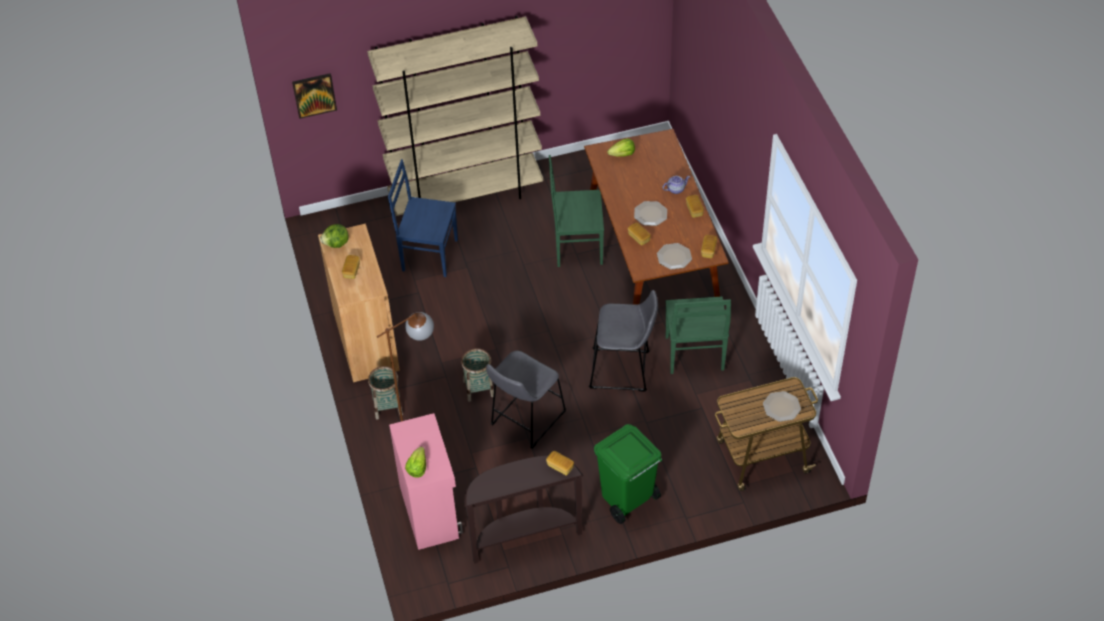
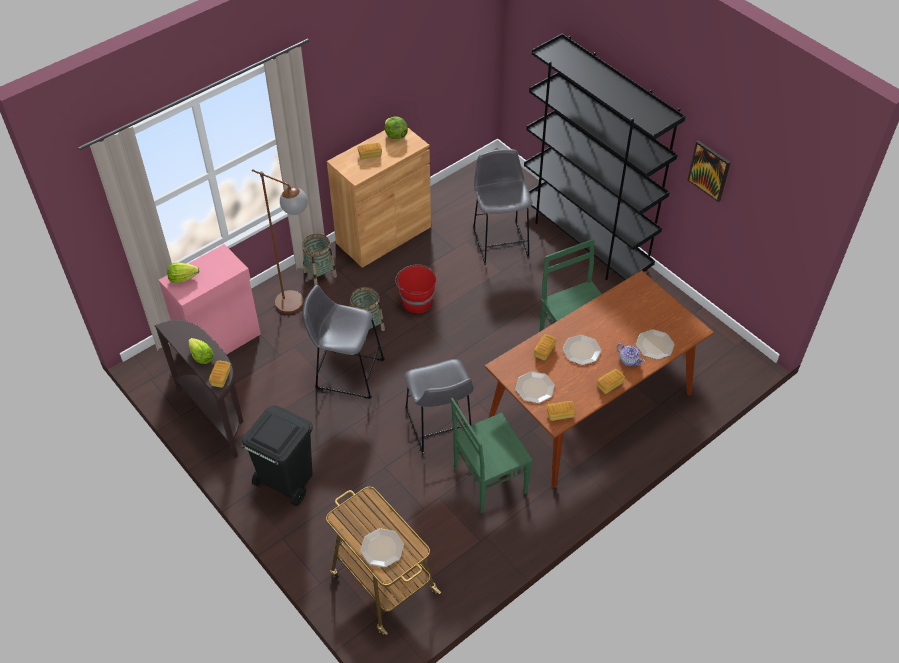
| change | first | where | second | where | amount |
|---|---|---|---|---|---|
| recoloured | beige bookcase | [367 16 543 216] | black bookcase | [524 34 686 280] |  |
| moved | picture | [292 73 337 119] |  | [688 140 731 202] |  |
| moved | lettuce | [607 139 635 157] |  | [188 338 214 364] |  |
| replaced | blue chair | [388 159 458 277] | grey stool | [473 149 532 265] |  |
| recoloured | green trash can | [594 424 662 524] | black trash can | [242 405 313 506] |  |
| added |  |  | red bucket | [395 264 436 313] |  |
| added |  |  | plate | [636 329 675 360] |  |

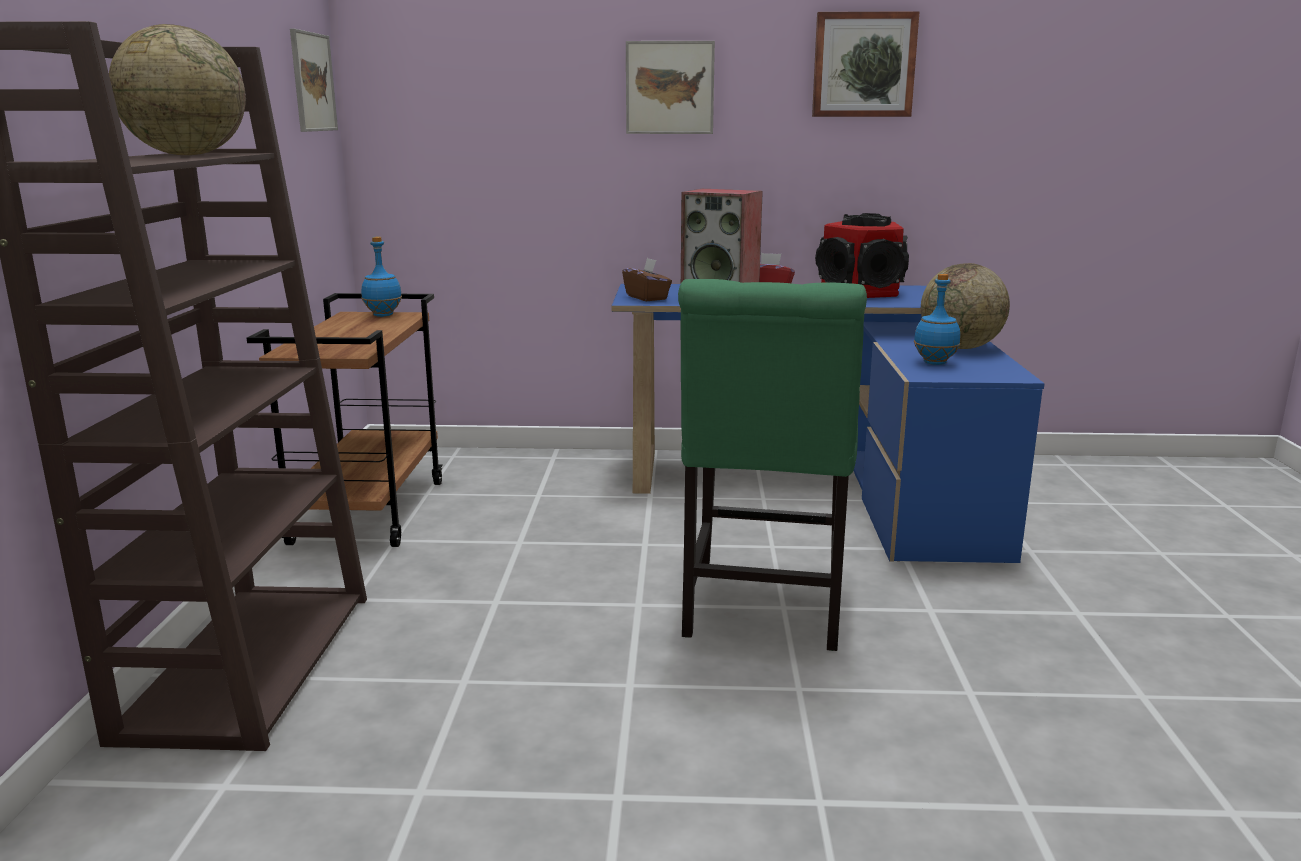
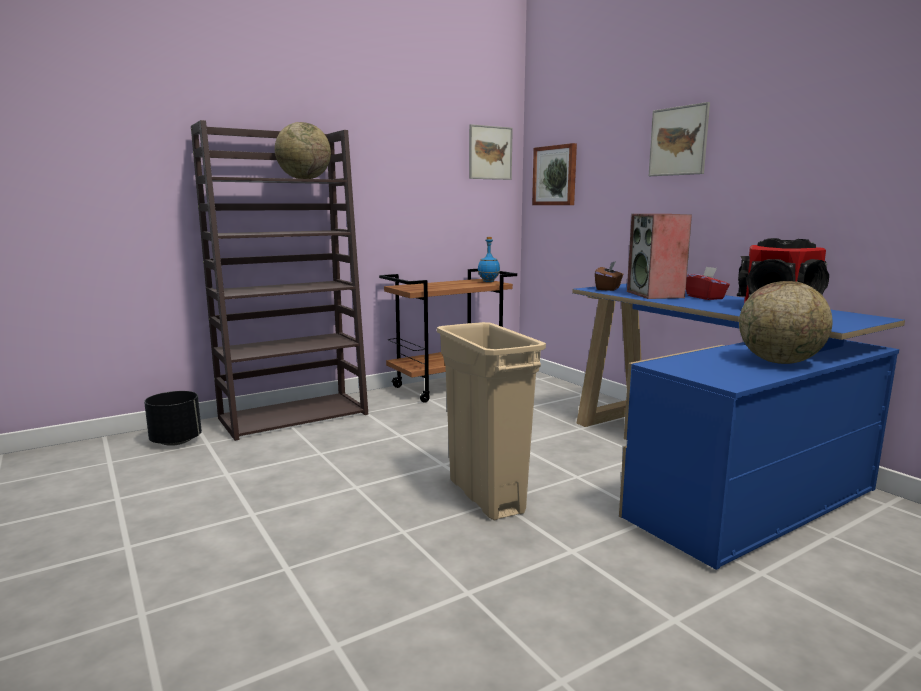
| change | first | where | second | where | amount |
|---|---|---|---|---|---|
| moved | picture | [812 11 920 117] |  | [532 143 577 205] |  |
| removed | blue bottle | [914 274 960 365] |  |  |  |
| replaced | green chair | [678 279 867 651] | beige trash can | [437 322 546 520] |  |
| added |  |  | black planter | [144 391 202 446] |  |

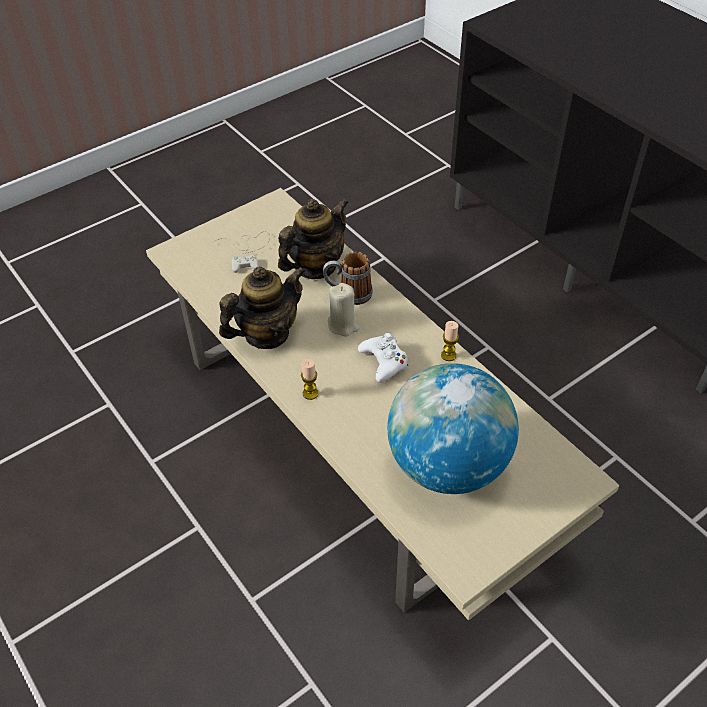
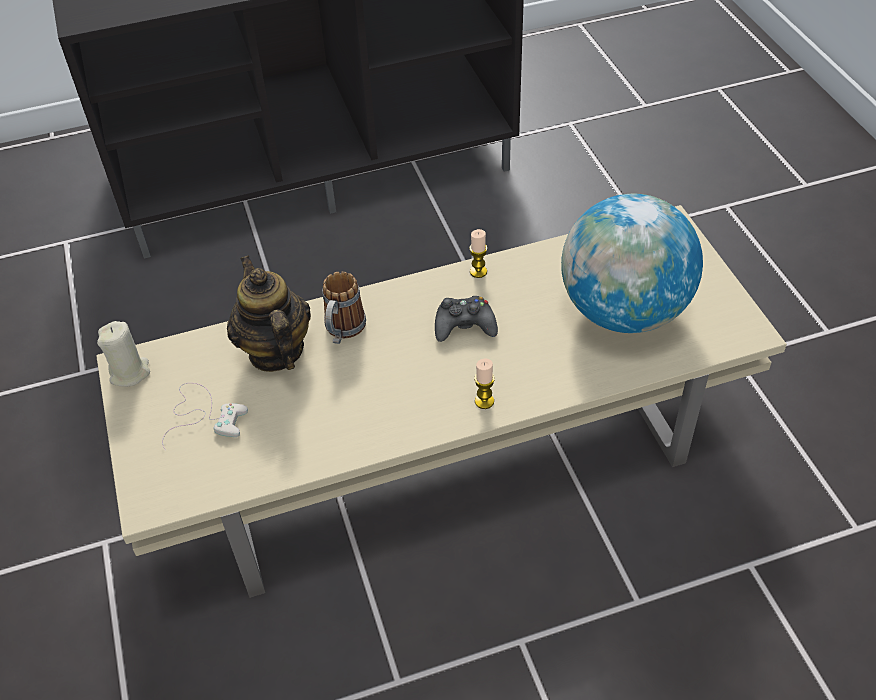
| change | first | where | second | where | amount |
|---|---|---|---|---|---|
| removed | teapot | [219 266 306 349] |  |  |  |
| moved | beige candle | [328 283 360 337] |  | [97 321 150 387] |  |
| recoloured | white game controller | [358 333 408 383] | black game controller | [435 296 498 342] |  |

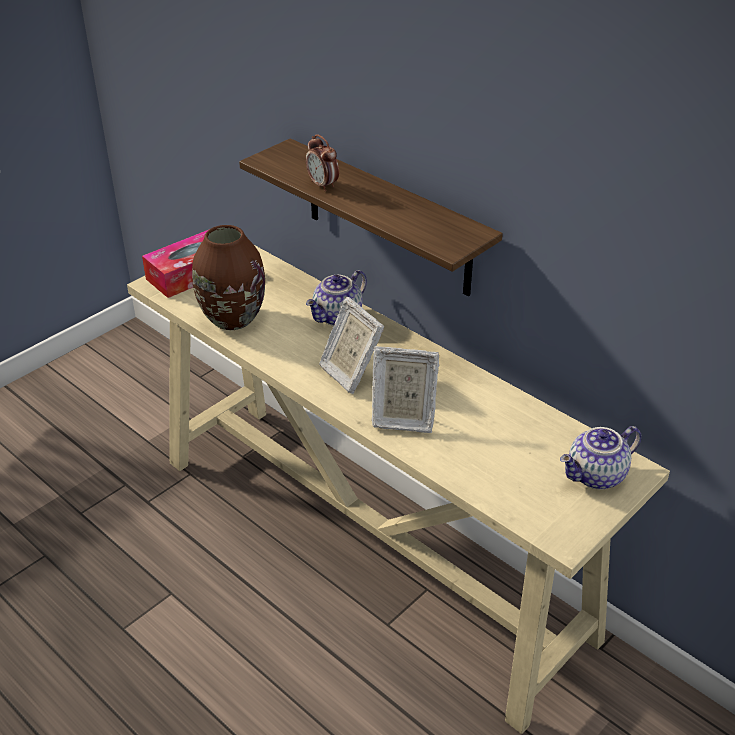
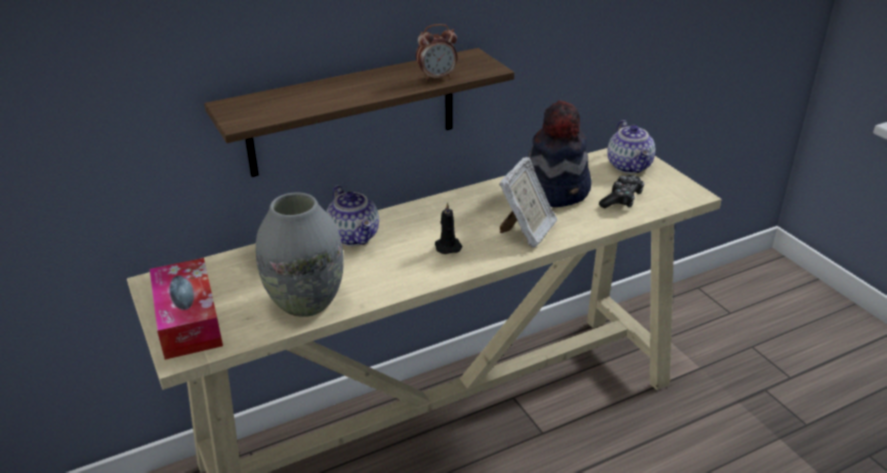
| change | first | where | second | where | amount |
|---|---|---|---|---|---|
| moved | alarm clock | [306 134 339 192] |  | [416 24 457 81] |  |
| recoloured | brown vase | [192 225 265 330] | grey vase | [256 192 344 317] |  |
| replaced | picture frame | [319 297 385 394] | black candle | [435 202 462 254] |  |
| added |  |  | hat | [528 100 592 207] |  |
| added |  |  | game controller | [599 175 644 208] |  |

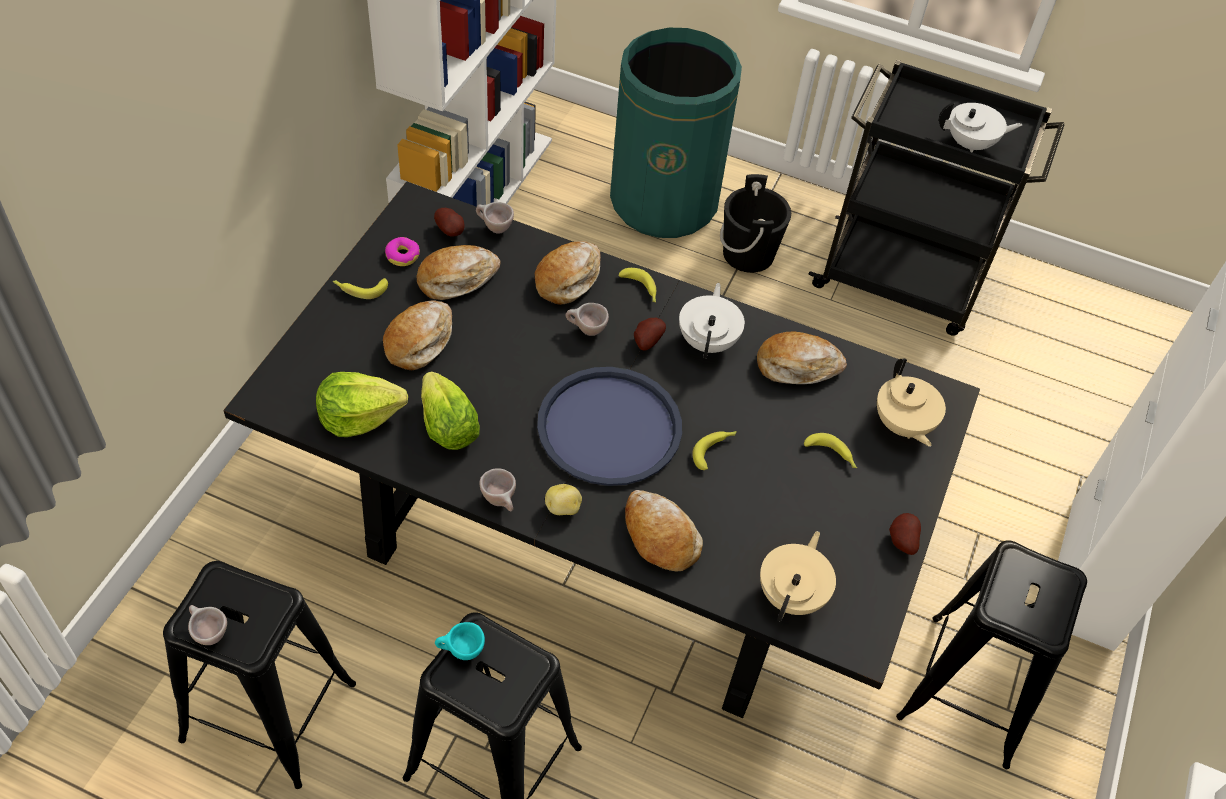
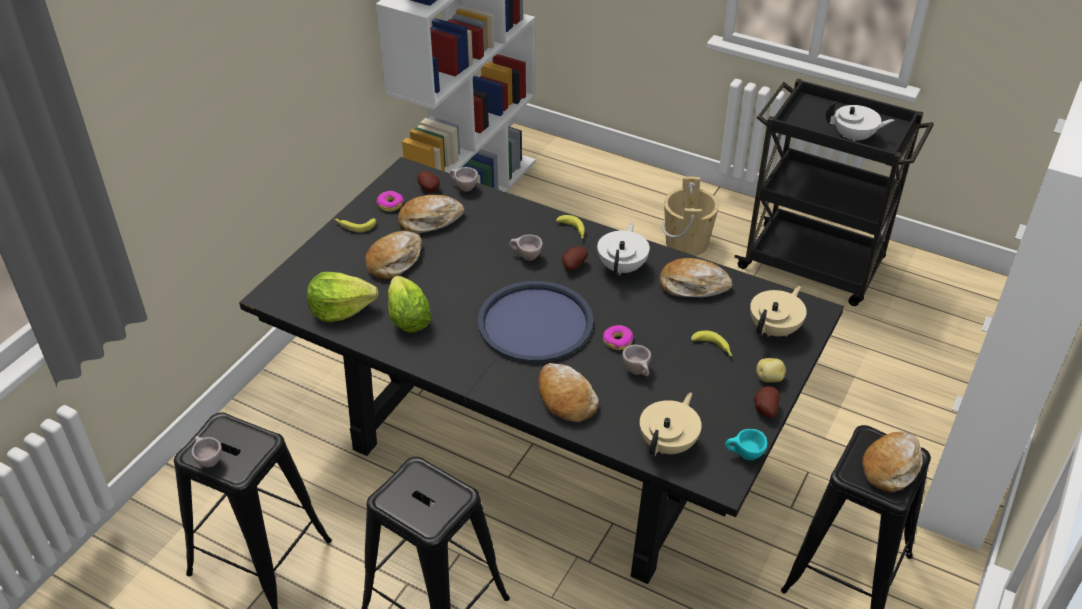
| change | first | where | second | where | amount |
|---|---|---|---|---|---|
| removed | green trash can | [610 28 742 238] |  |  |  |
| recoloured | black bucket | [720 174 791 273] | beige bucket | [662 177 719 256] |  |
| moved | bread | [535 241 601 305] |  | [862 432 923 492] |  |
| turned | beige teapot | [877 359 946 447] |  | [750 286 807 337] | 135 degrees counterclockwise |
| replaced | banana | [692 431 737 470] | donut | [603 325 633 350] |  |
| moved | beige cup | [479 469 516 511] |  | [622 345 651 376] |  |
| moved | potato | [545 484 582 515] |  | [756 358 786 382] |  |
| moved | turquoise cup | [435 622 485 660] |  | [725 429 767 460] |  |

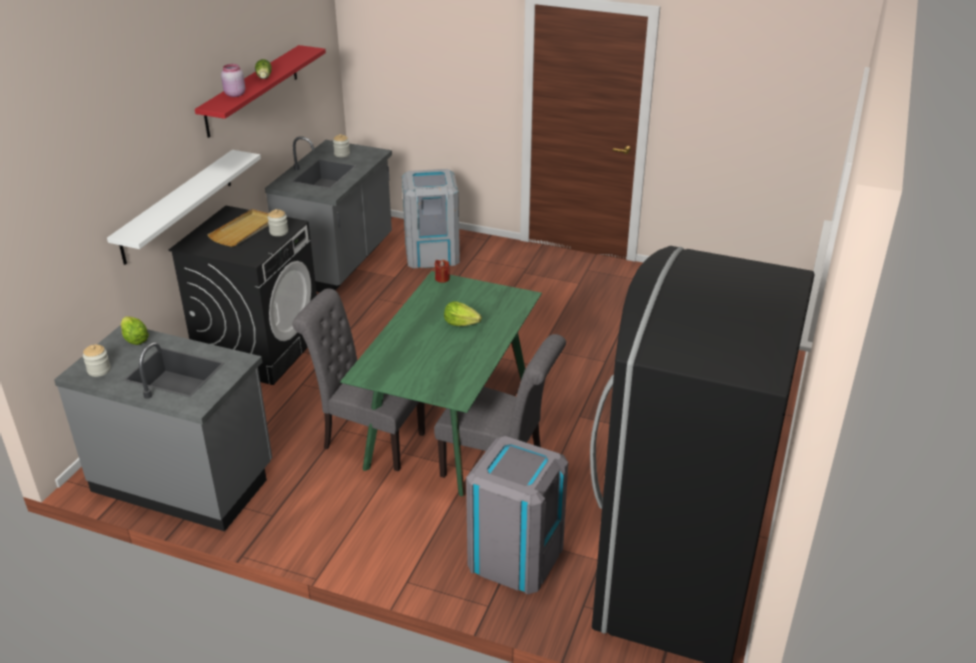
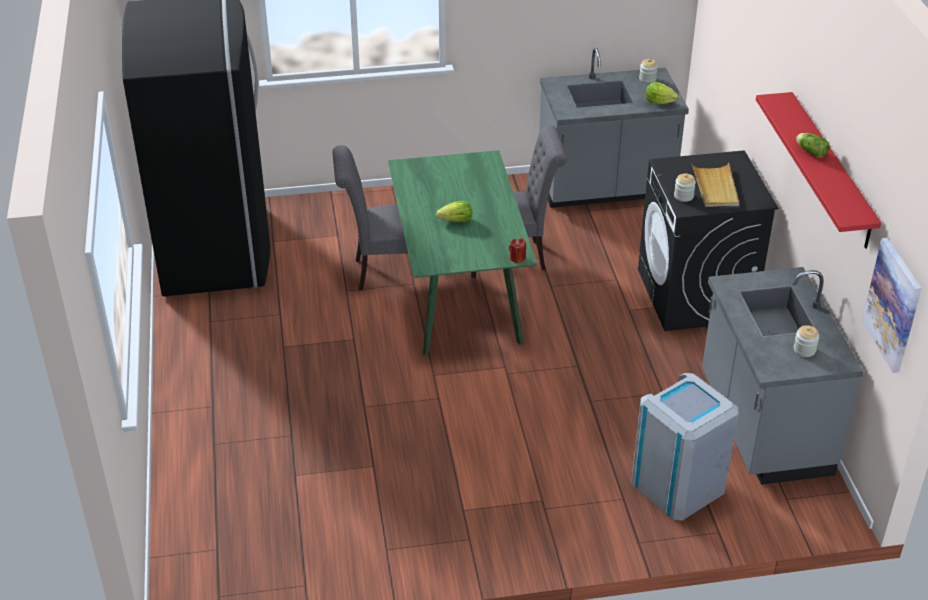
| change | first | where | second | where | amount |
|---|---|---|---|---|---|
| removed | pink jar | [221 64 245 97] |  |  |  |
| removed | white shelf | [107 150 261 265] |  |  |  |
| removed | grey trash can | [466 436 568 594] |  |  |  |
| added |  |  | picture | [862 238 922 373] |  |

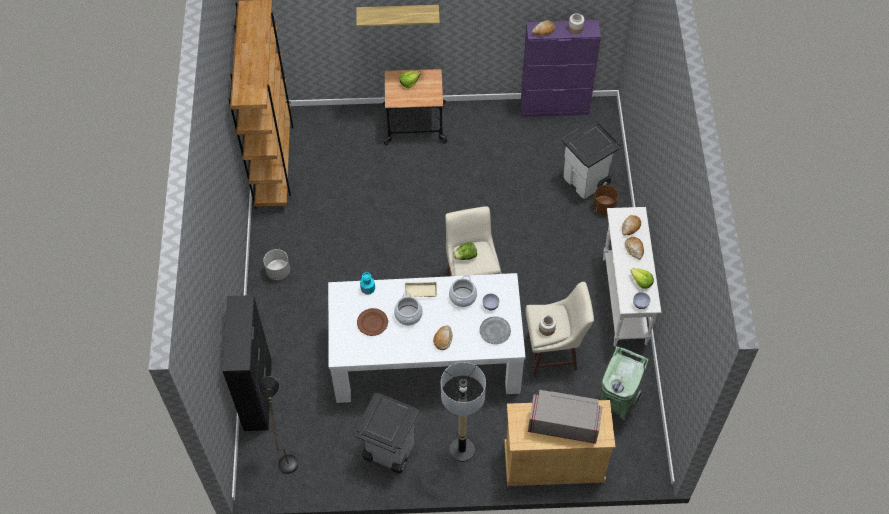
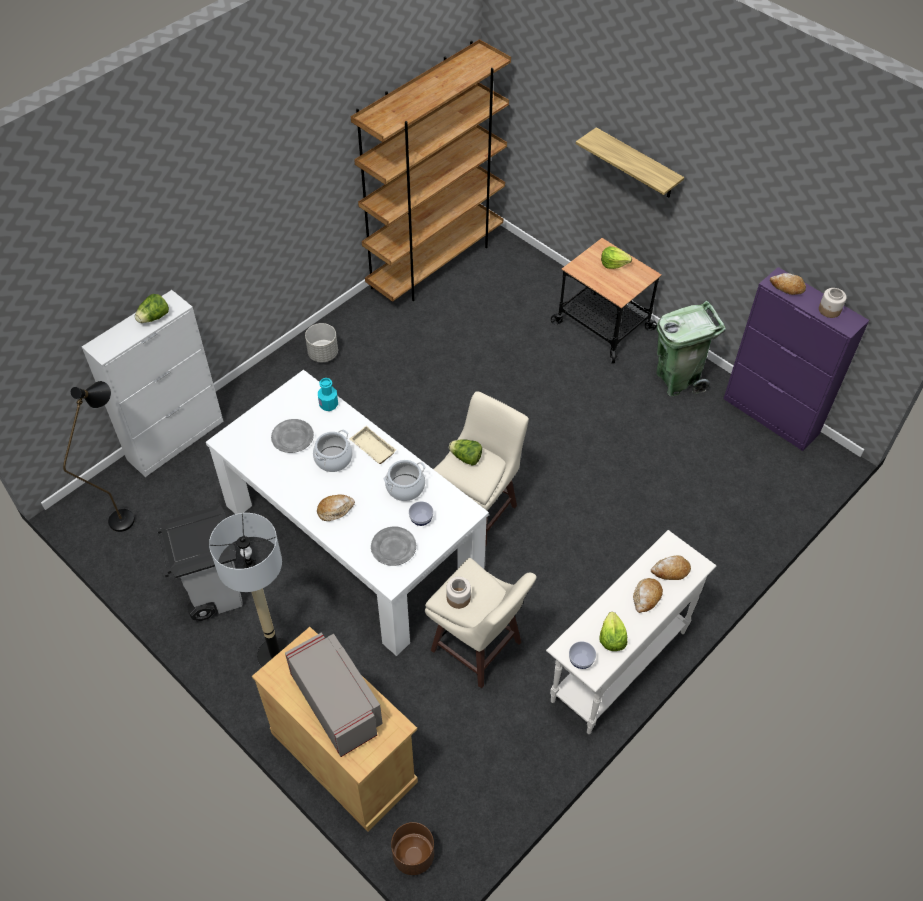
| change | first | where | second | where | amount |
|---|---|---|---|---|---|
| removed | white trash can | [562 120 621 199] |  |  |  |
| moved | brown planter | [593 185 618 215] |  | [391 822 434 875] |  |
| recoloured | black cabinet | [222 295 272 431] | white cabinet | [82 290 224 477] |  |
| recoloured | brown plate | [357 308 388 336] | grey plate | [271 419 314 453] |  |
| moved | green trash can | [601 346 649 420] |  | [656 300 726 396] |  |
| added |  |  | lettuce | [135 294 169 323] |  |

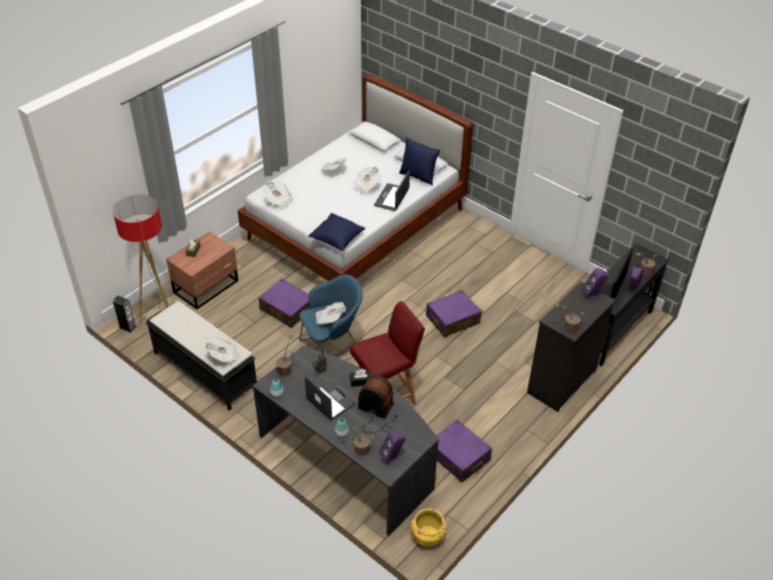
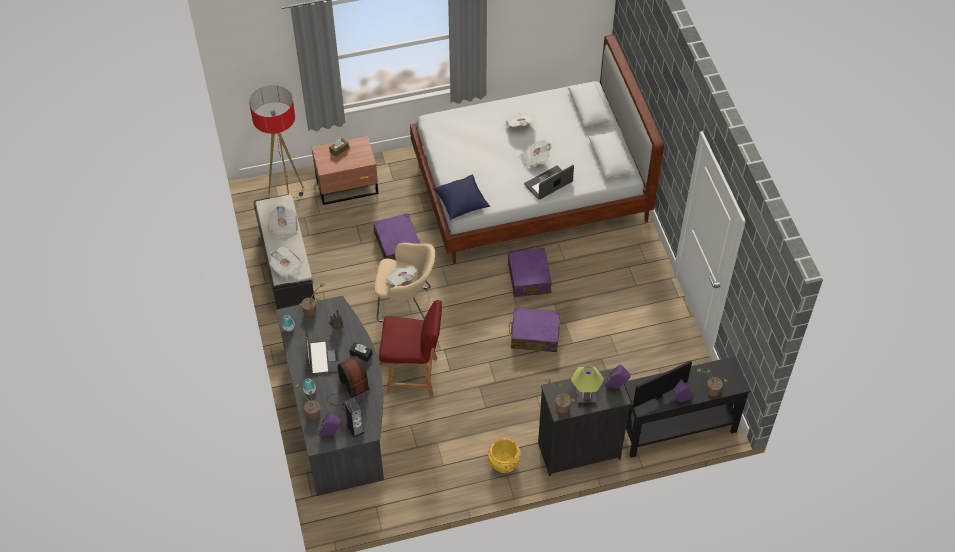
| change | first | where | second | where | amount |
|---|---|---|---|---|---|
| removed | blue pillow | [399 137 440 186] |  |  |  |
| moved | newspaper | [263 181 293 209] |  | [268 205 298 242] |  |
| recoloured | blue armchair | [299 274 363 360] | beige armchair | [375 242 435 322] |  |
| moved | speaker | [113 296 137 333] |  | [344 398 365 438] |  |
| moved | purple suitcase | [436 420 492 482] |  | [508 248 552 297] |  |
| moved | yellow planter | [411 508 446 548] |  | [488 438 521 473] |  |
| added |  |  | table lamp | [571 365 604 403] |  |

